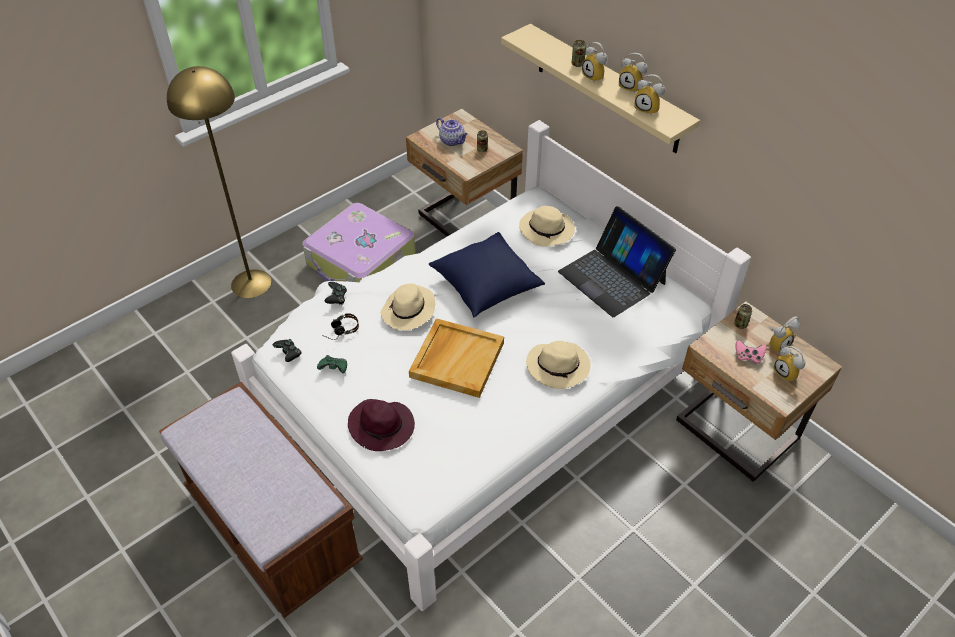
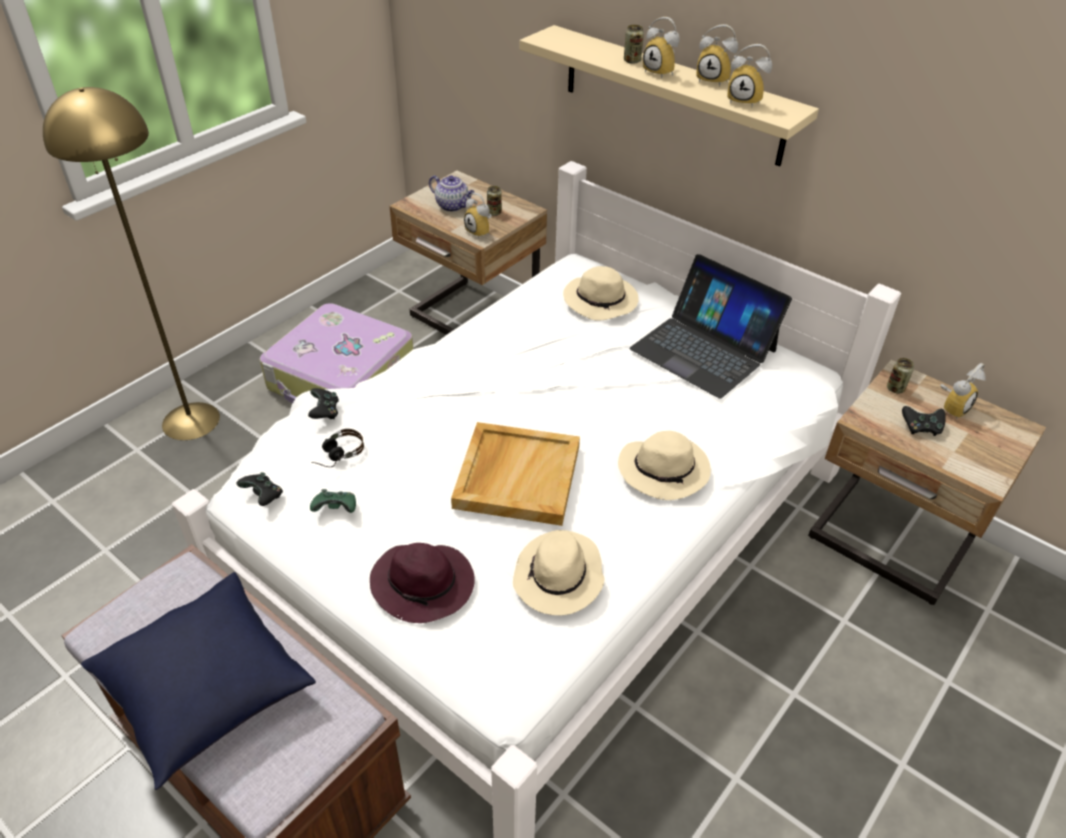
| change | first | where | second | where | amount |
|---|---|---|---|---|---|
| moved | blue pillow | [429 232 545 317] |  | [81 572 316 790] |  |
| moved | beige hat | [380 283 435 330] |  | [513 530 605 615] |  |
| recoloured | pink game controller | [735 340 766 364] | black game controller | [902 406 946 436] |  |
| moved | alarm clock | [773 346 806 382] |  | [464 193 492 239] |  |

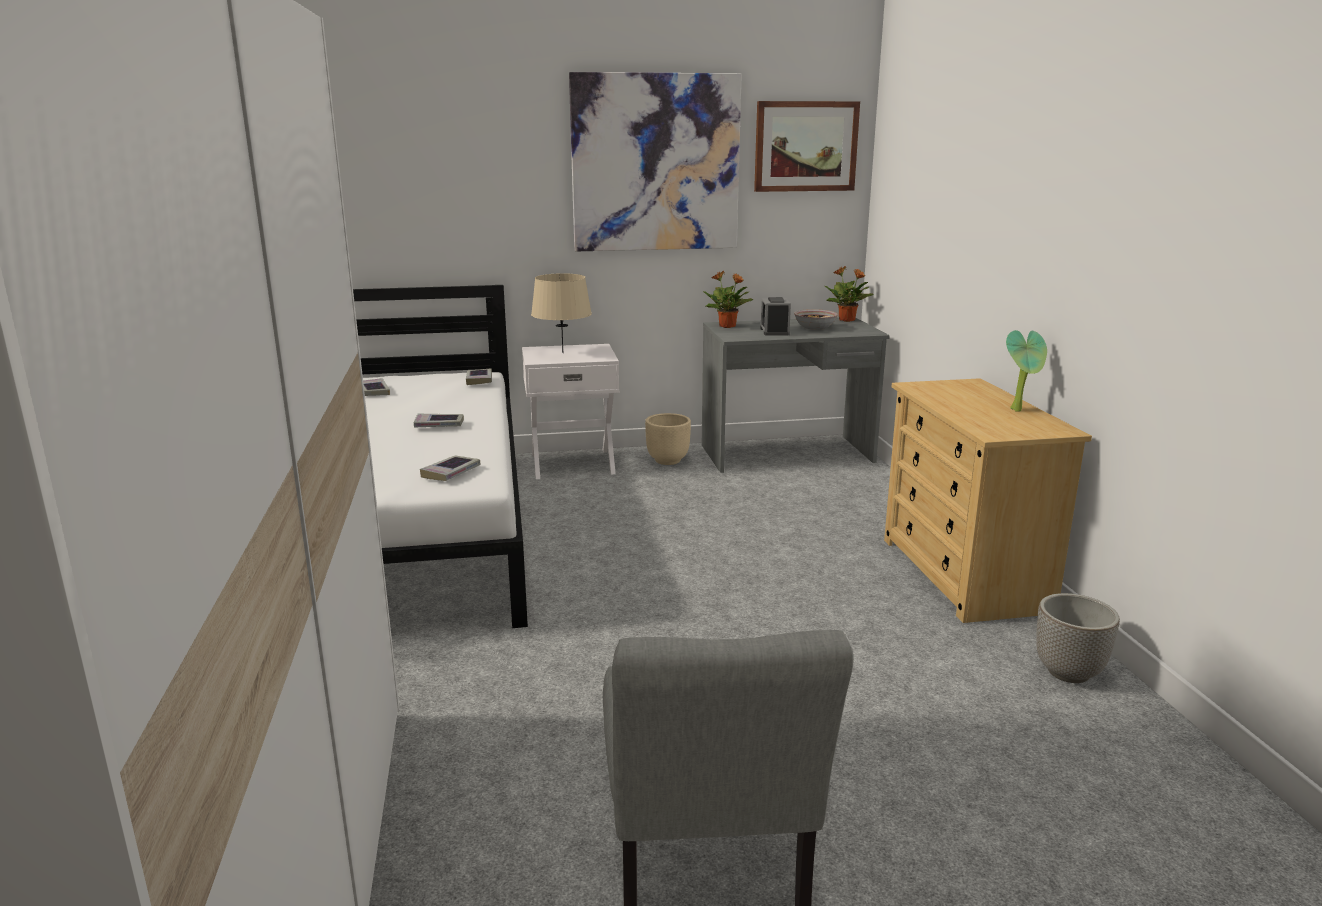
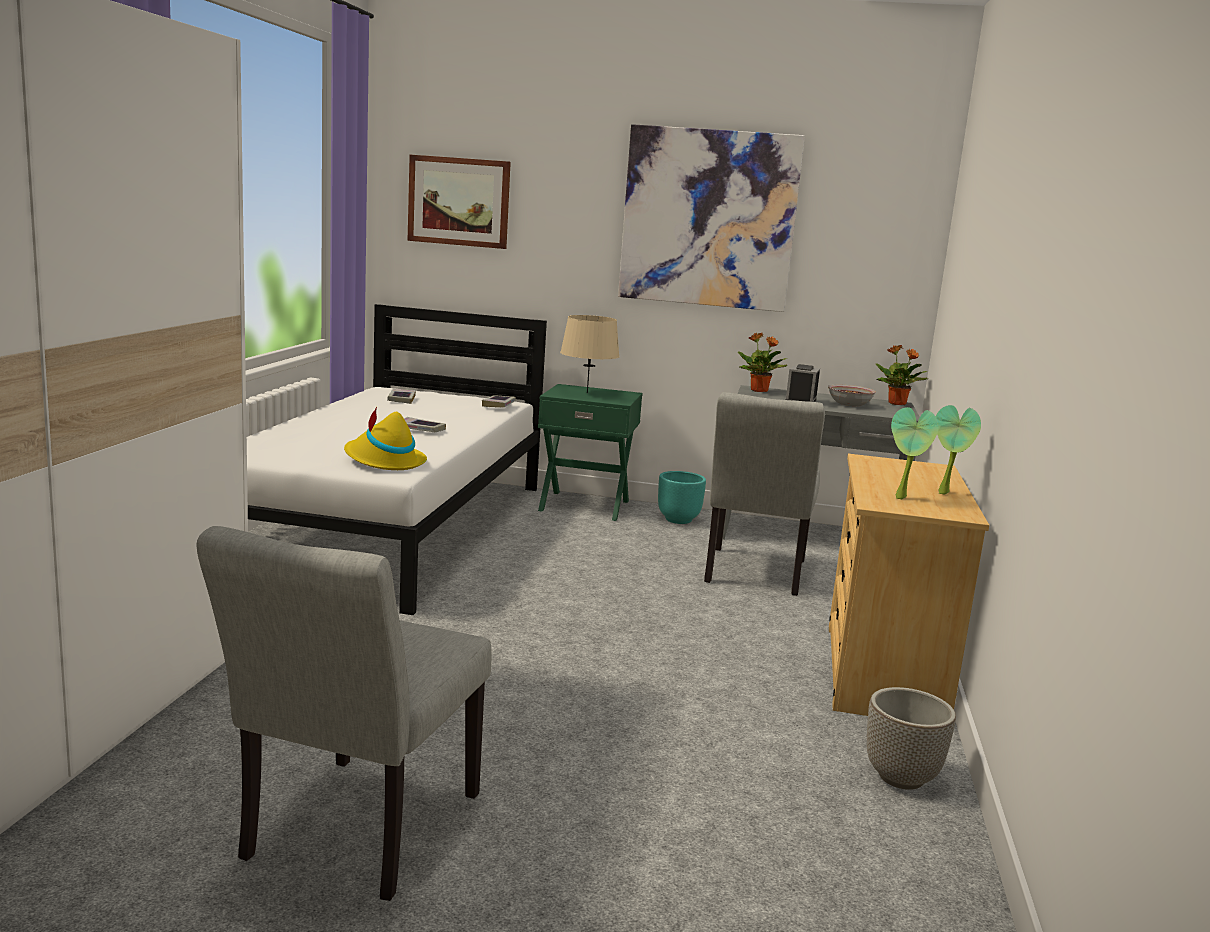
| change | first | where | second | where | amount |
|---|---|---|---|---|---|
| moved | picture | [754 101 860 192] |  | [408 155 511 249] |  |
| recoloured | white nightstand | [522 344 619 479] | green nightstand | [538 384 643 521] |  |
| recoloured | beige planter | [645 413 691 465] | turquoise planter | [658 471 706 524] |  |
| replaced | book | [420 455 481 481] | yellow hat | [344 407 427 470] |  |
| added |  |  | grey chair | [704 392 825 596] |  |
| added |  |  | potted plant | [891 407 938 499] |  |

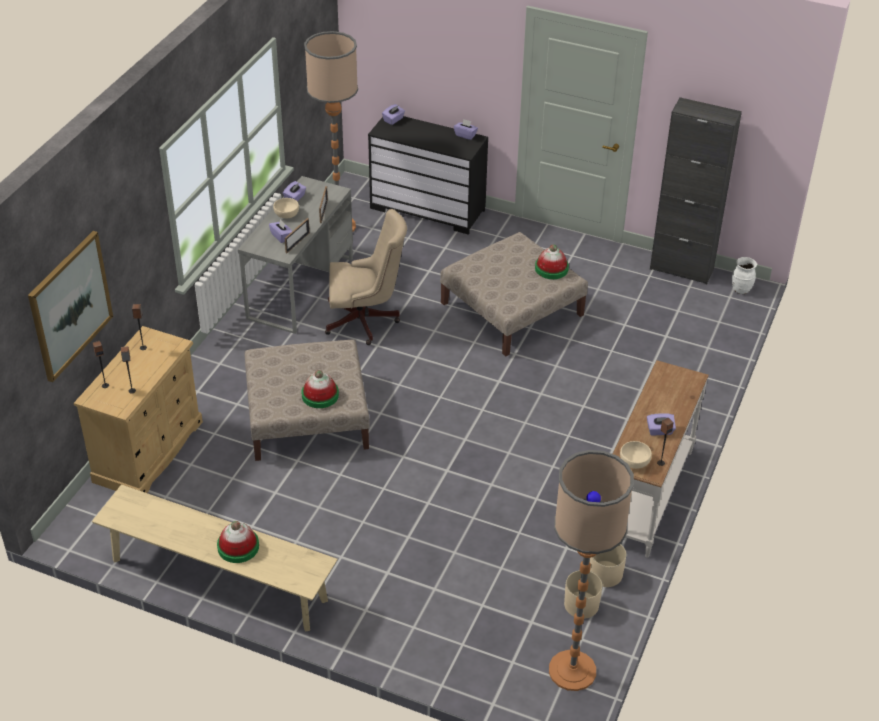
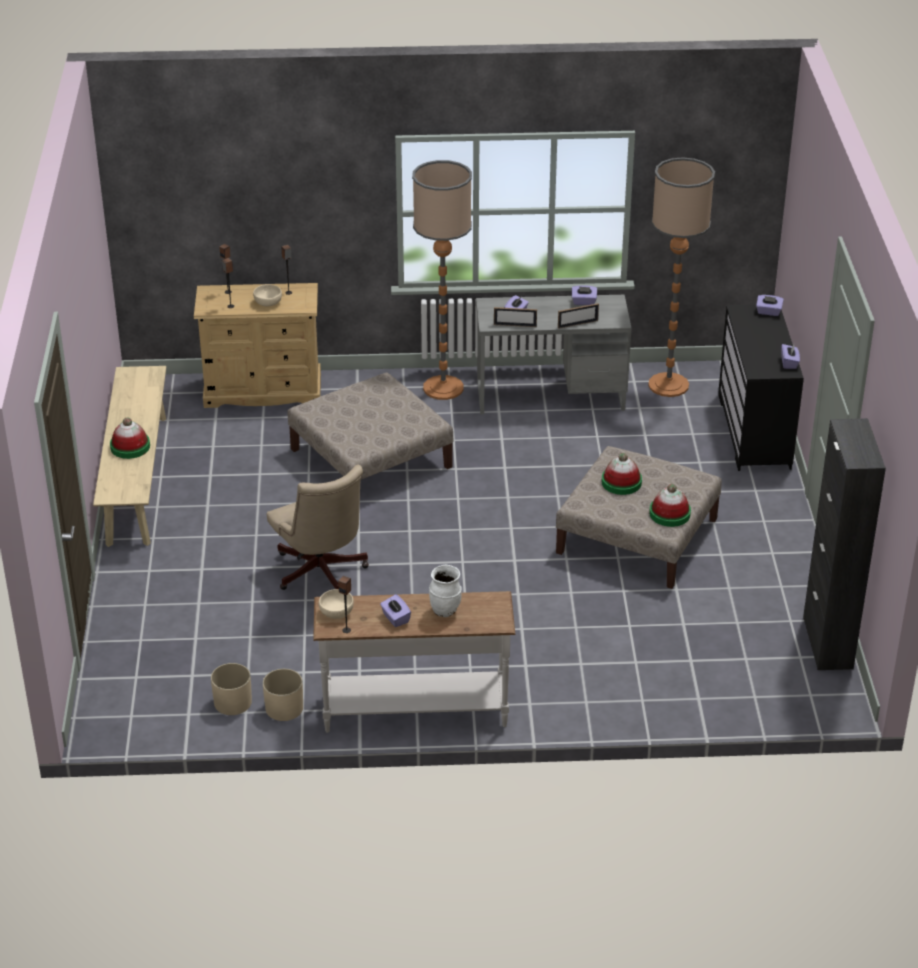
| change | first | where | second | where | amount |
|---|---|---|---|---|---|
| moved | beige bowl | [273 198 299 218] |  | [253 284 282 307] |  |
| moved | beige office chair | [325 209 407 345] |  | [267 465 369 590] |  |
| removed | picture | [28 231 113 382] |  |  |  |
| moved | white vase | [732 257 757 294] |  | [429 565 462 617] |  |
| moved | hat | [302 370 339 408] |  | [602 453 642 495] |  |
| moved | floor lamp | [549 450 634 691] |  | [412 160 472 400] |  |

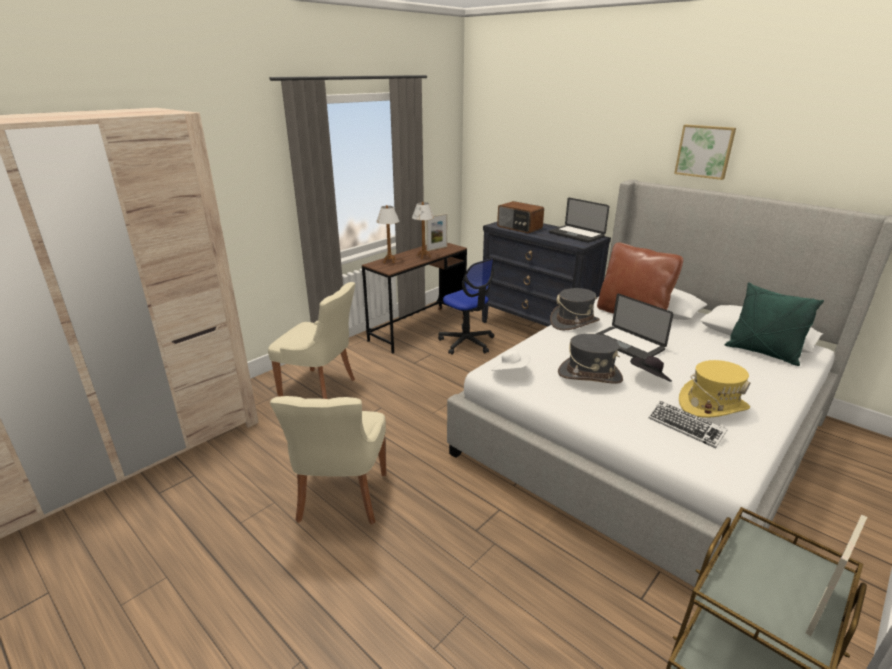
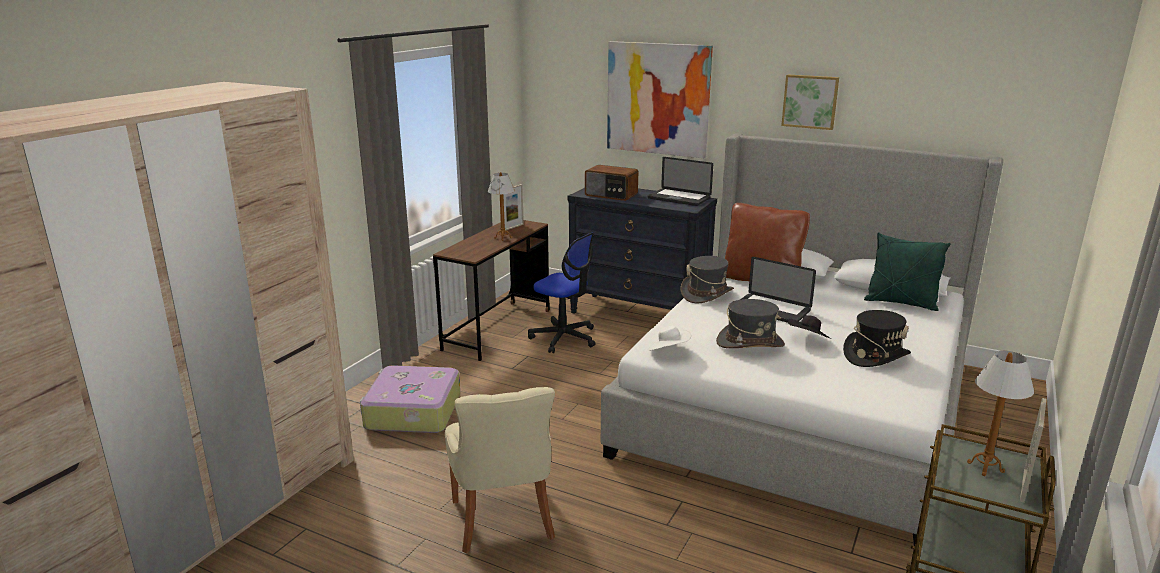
| change | first | where | second | where | amount |
|---|---|---|---|---|---|
| moved | table lamp | [376 205 399 263] |  | [967 351 1034 476] |  |
| replaced | beige chair | [268 282 355 399] | suitcase | [360 365 460 433] |  |
| recoloured | yellow hat | [679 360 750 417] | black hat | [843 310 911 367] |  |
| removed | keyboard | [649 401 727 448] |  |  |  |
| added |  |  | picture | [607 41 713 158] |  |

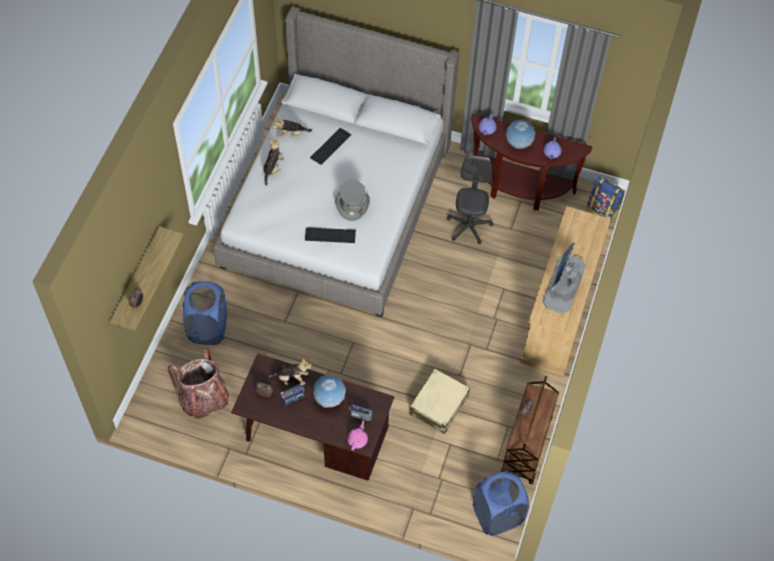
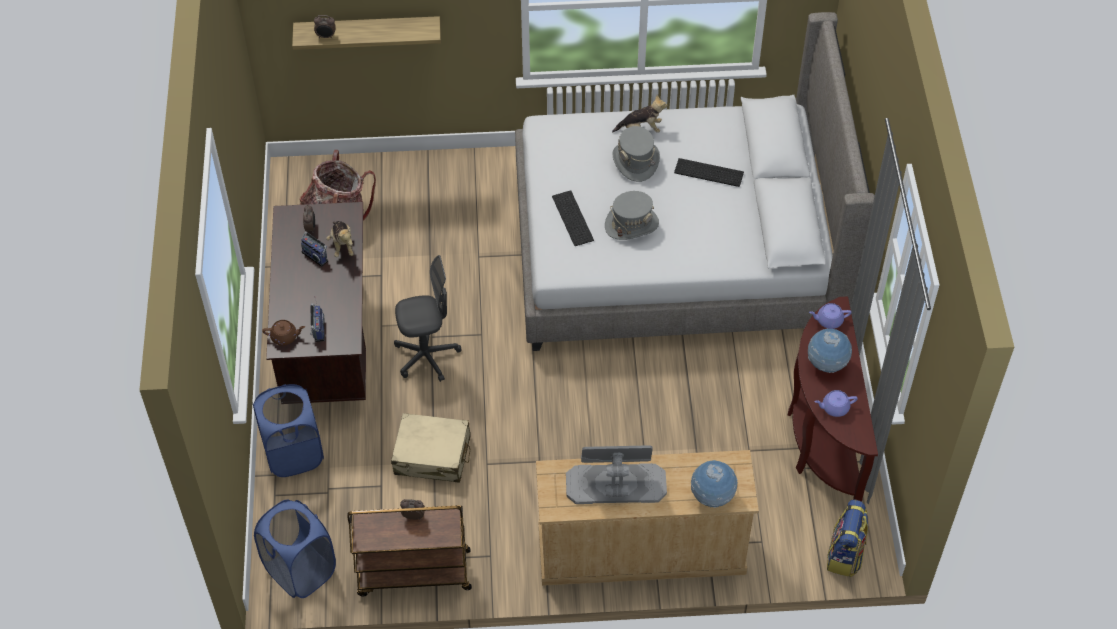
| change | first | where | second | where | amount |
|---|---|---|---|---|---|
| removed | plush toy | [272 117 312 138] |  |  |  |
| moved | grey office chair | [447 155 493 244] |  | [394 255 462 382] |  |
| moved | blue laundry basket | [183 281 227 345] |  | [253 384 324 477] |  |
| moved | globe | [313 375 346 408] |  | [691 460 738 508] |  |
| recoloured | pink teapot | [347 420 368 451] | brown teapot | [262 320 305 346] |  |
| added |  |  | grey hat | [612 126 660 182] |  |

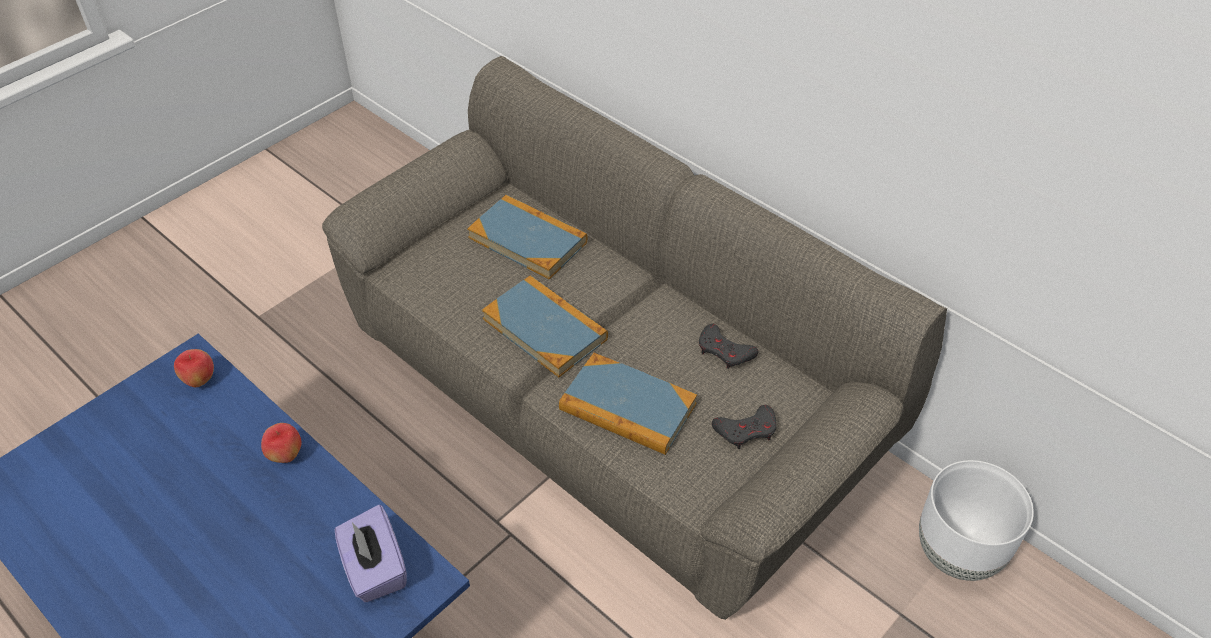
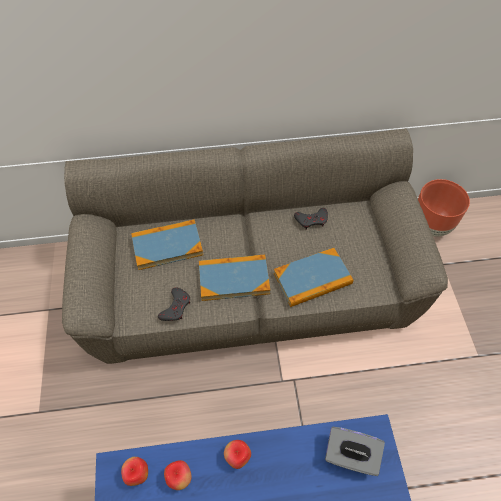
| change | first | where | second | where | amount |
|---|---|---|---|---|---|
| moved | grey game controller | [712 405 777 449] |  | [158 288 190 321] |  |
| recoloured | white planter | [919 460 1034 581] | brown planter | [418 179 470 237] |  |
| recoloured | purple tissue box | [335 505 407 602] | grey tissue box | [325 427 385 476] |  |
| added |  |  | apple | [164 460 192 490] |  |

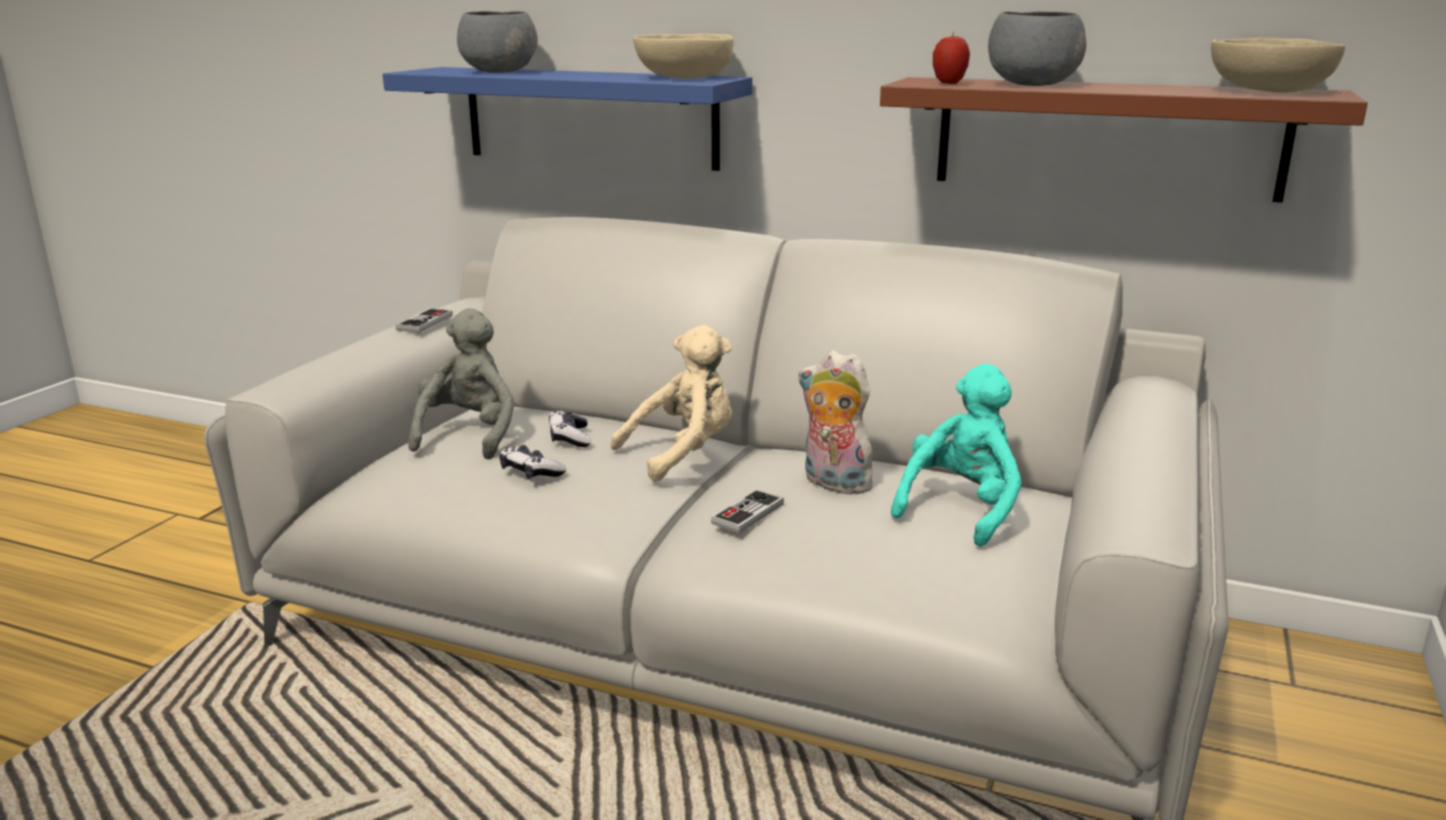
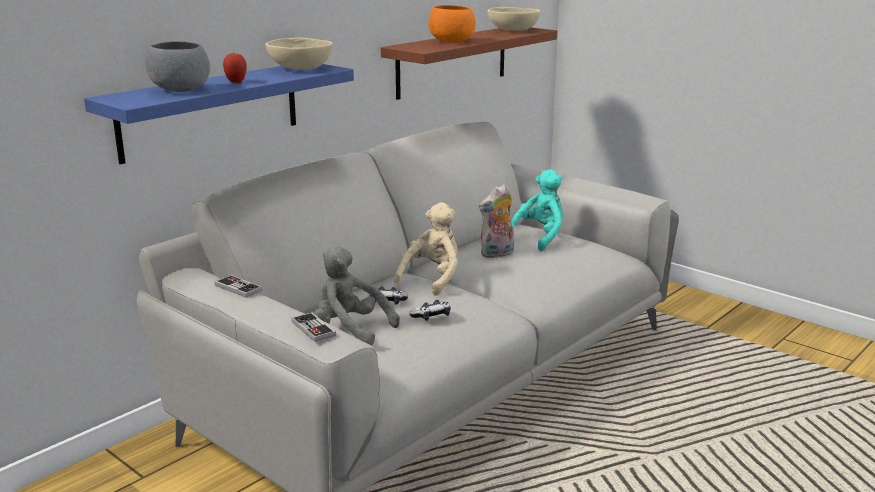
| change | first | where | second | where | amount |
|---|---|---|---|---|---|
| recoloured | grey bowl | [988 11 1086 86] | orange bowl | [428 5 476 43] |  |
| moved | apple | [933 32 970 84] |  | [223 53 247 83] |  |
| turned | beige plush toy | [611 325 732 482] |  | [394 202 458 296] | 45 degrees clockwise |
| turned | turquoise plush toy | [891 364 1022 547] |  | [511 169 563 251] | 75 degrees clockwise |
| moved | game controller | [711 489 784 533] |  | [291 312 336 342] |  |

